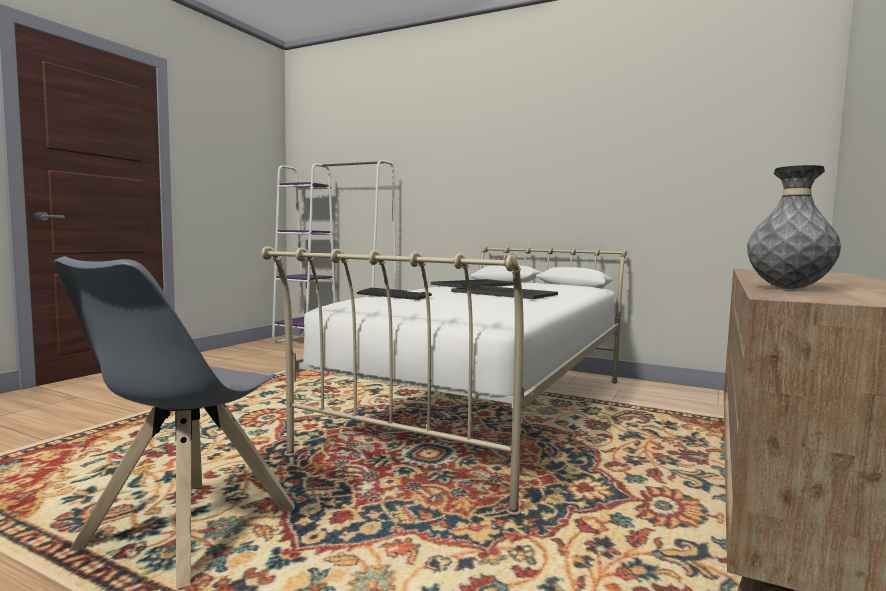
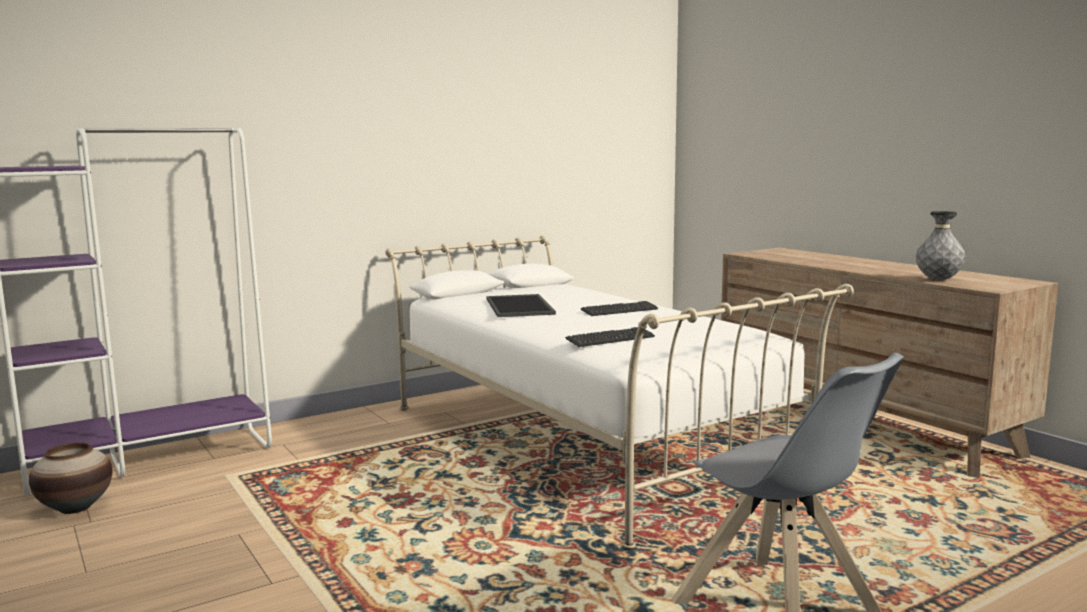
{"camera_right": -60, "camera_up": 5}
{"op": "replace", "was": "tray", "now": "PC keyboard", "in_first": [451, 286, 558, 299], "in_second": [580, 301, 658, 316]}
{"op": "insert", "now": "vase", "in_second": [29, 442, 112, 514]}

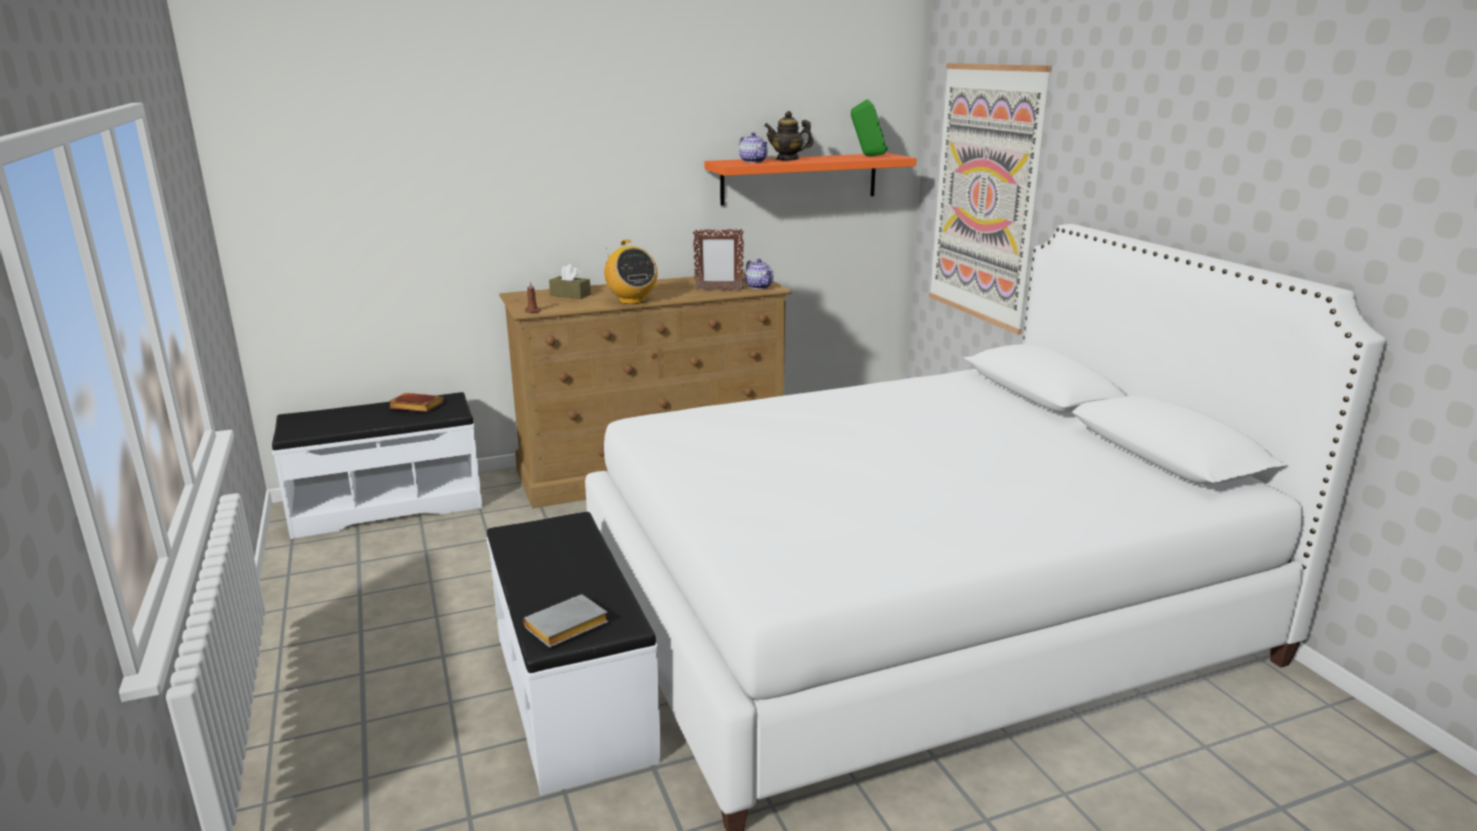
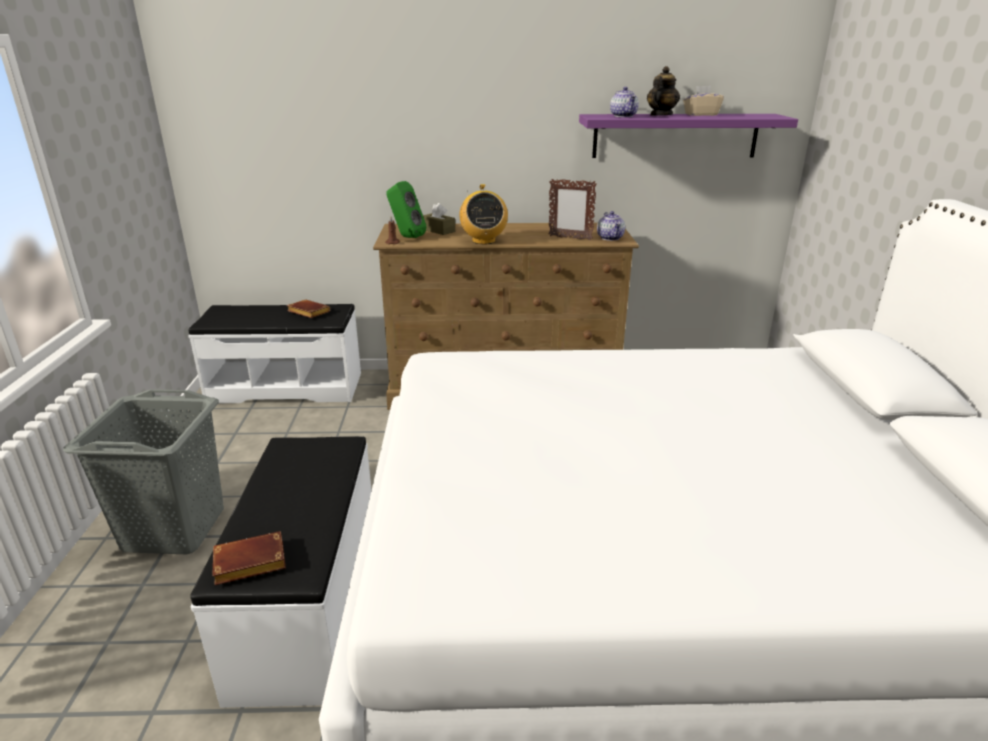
{"camera_right": 20, "camera_up": 5}
{"op": "delete", "was": "wall picture", "in_first": [929, 63, 1052, 335]}
{"op": "move", "was": "greenish audio speaker", "in_first": [851, 99, 888, 156], "in_second": [386, 181, 427, 238]}
{"op": "rotate", "was": "teapot", "in_first": [764, 111, 814, 161], "in_second": [647, 66, 680, 116], "clockwise": 90}
{"op": "recolor", "was": "orange shelf", "now": "purple shelf", "in_first": [705, 153, 917, 206], "in_second": [579, 114, 798, 158]}
{"op": "recolor", "was": "grey book", "now": "brownish book", "in_first": [523, 594, 608, 648], "in_second": [212, 531, 286, 585]}
{"op": "insert", "now": "beige-coloured tissue box", "in_second": [683, 86, 724, 116]}
{"op": "insert", "now": "grey hamper", "in_second": [63, 389, 224, 554]}

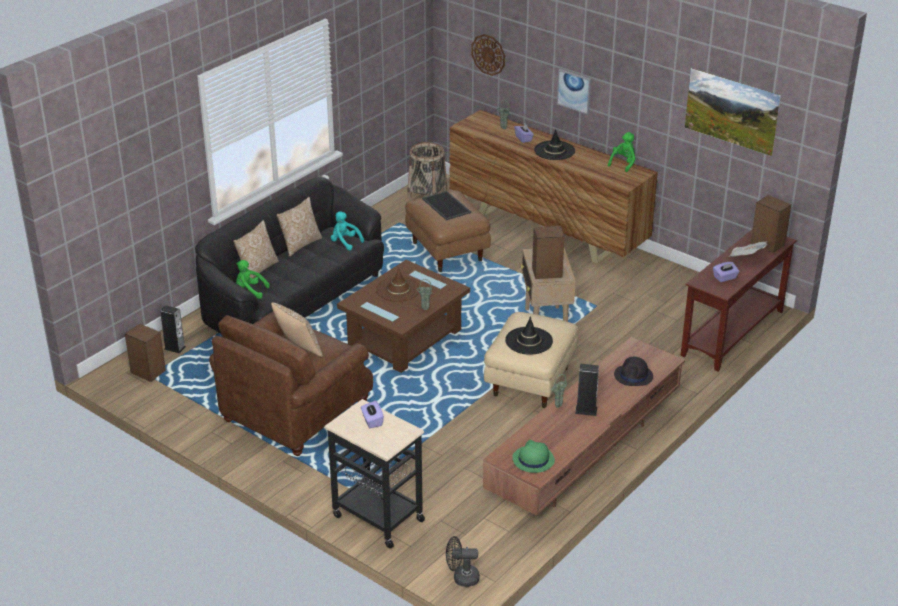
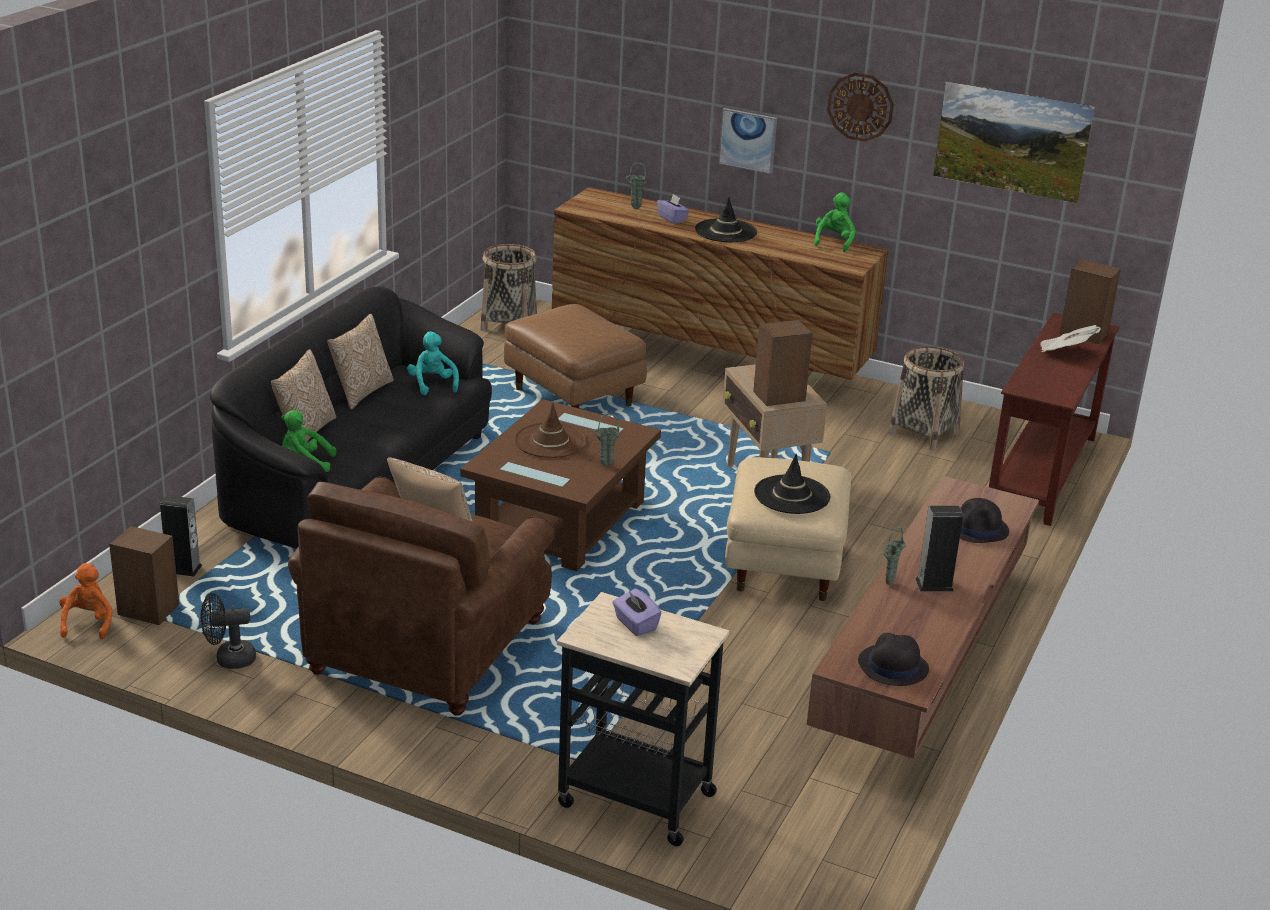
{"camera_right": -15, "camera_up": -5}
{"op": "move", "was": "wall clock", "in_first": [471, 34, 505, 76], "in_second": [827, 72, 894, 142]}
{"op": "delete", "was": "tray", "in_first": [422, 191, 471, 220]}
{"op": "rotate", "was": "turquoise-coloured plush toy", "in_first": [331, 211, 364, 250], "in_second": [407, 332, 459, 395], "clockwise": 45}
{"op": "delete", "was": "purple tissue box", "in_first": [713, 262, 739, 282]}
{"op": "recolor", "was": "greenish hat", "now": "blackish hat", "in_first": [512, 440, 555, 473], "in_second": [858, 633, 929, 686]}
{"op": "move", "was": "blackish electric fan", "in_first": [446, 536, 480, 587], "in_second": [201, 593, 256, 669]}
{"op": "insert", "now": "household basket", "in_second": [888, 346, 964, 451]}
{"op": "insert", "now": "orange plush toy", "in_second": [59, 563, 112, 639]}

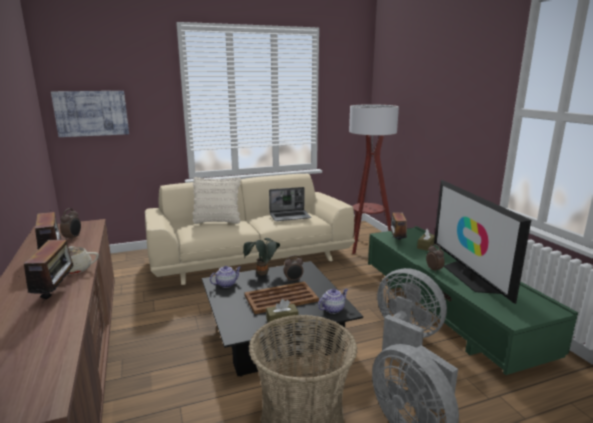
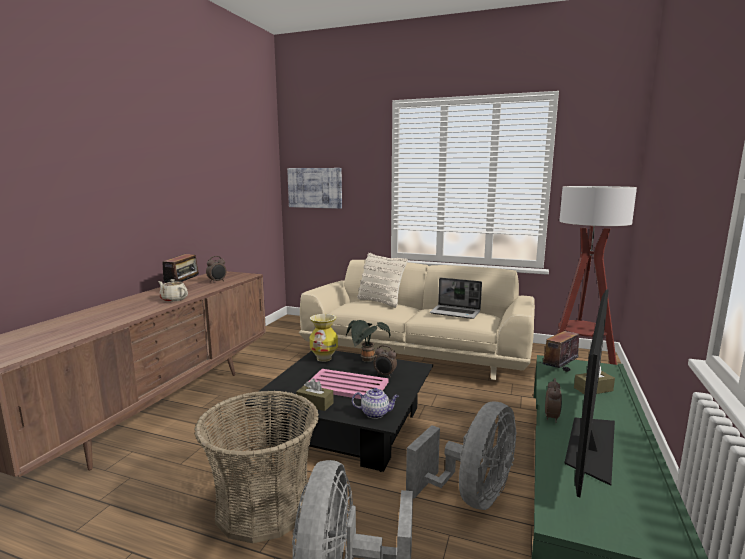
{"camera_right": 40, "camera_up": -5}
{"op": "delete", "was": "radio set", "in_first": [24, 240, 73, 303]}
{"op": "replace", "was": "teapot", "now": "vase", "in_first": [210, 266, 241, 288], "in_second": [310, 314, 338, 362]}
{"op": "rotate", "was": "grey electric fan", "in_first": [377, 268, 447, 364], "in_second": [406, 401, 516, 510], "clockwise": 45}
{"op": "recolor", "was": "brownish tray", "now": "pinkish tray", "in_first": [244, 281, 319, 314], "in_second": [308, 369, 389, 399]}

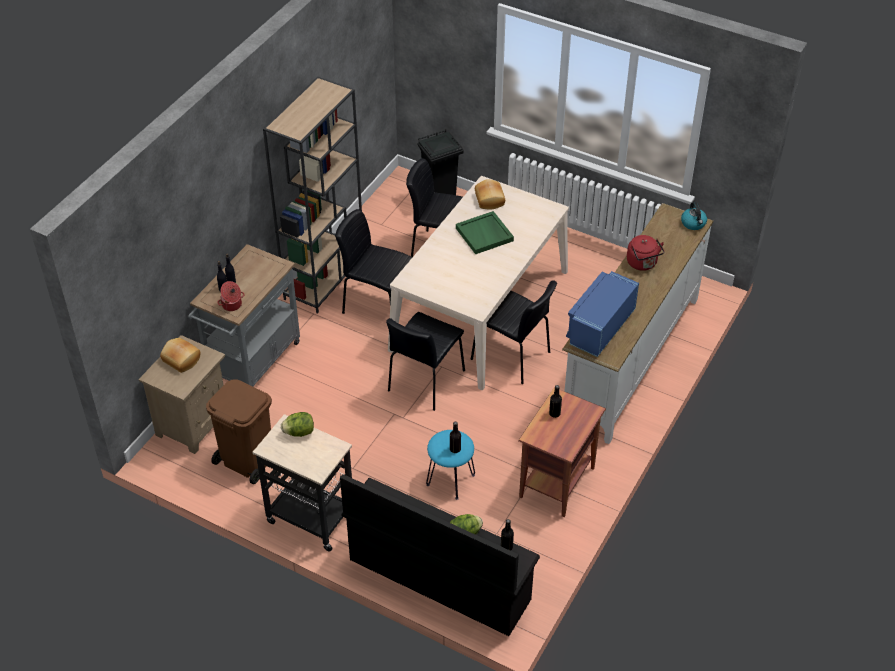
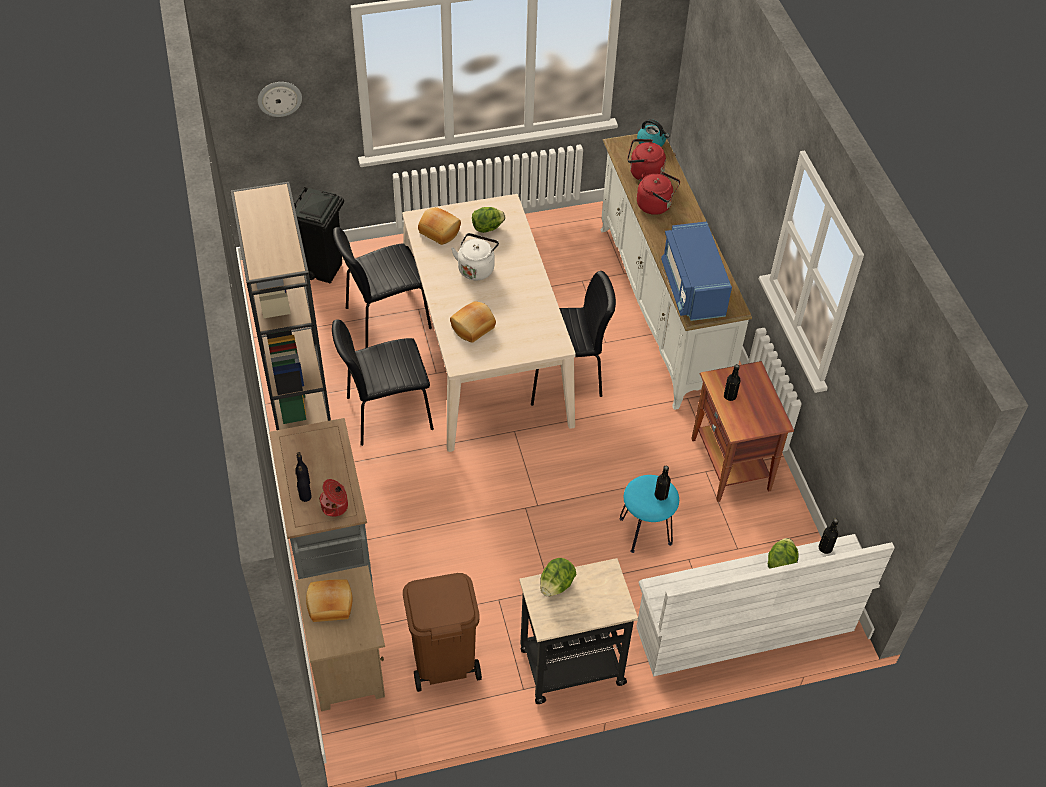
{"camera_right": -45, "camera_up": 5}
{"op": "replace", "was": "greenish tray", "now": "white-coloured tea kettle", "in_first": [456, 211, 514, 254], "in_second": [451, 233, 499, 280]}
{"op": "delete", "was": "blackish upright chair", "in_first": [386, 312, 465, 411]}
{"op": "recolor", "was": "blackish dresser", "now": "white-coloured dresser", "in_first": [340, 474, 540, 636], "in_second": [636, 534, 895, 677]}
{"op": "insert", "now": "wall clock", "in_second": [258, 82, 302, 117]}
{"op": "insert", "now": "red tea kettle", "in_second": [627, 139, 666, 181]}
{"op": "insert", "now": "lettuce", "in_second": [472, 207, 505, 233]}
{"op": "insert", "now": "bakery bread", "in_second": [450, 301, 496, 343]}

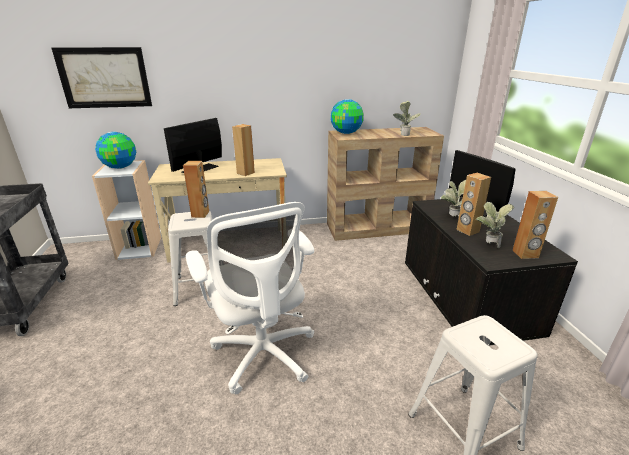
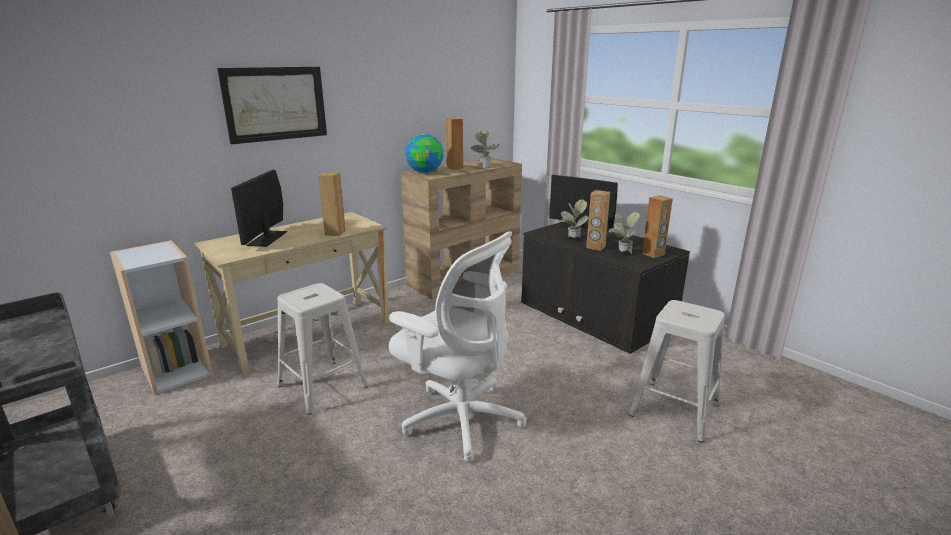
{"camera_right": -30, "camera_up": -5}
{"op": "move", "was": "wall picture", "in_first": [52, 47, 152, 108], "in_second": [217, 67, 327, 144]}
{"op": "delete", "was": "globe", "in_first": [95, 132, 136, 169]}
{"op": "move", "was": "brownish audio speaker", "in_first": [183, 161, 209, 218], "in_second": [446, 118, 463, 170]}

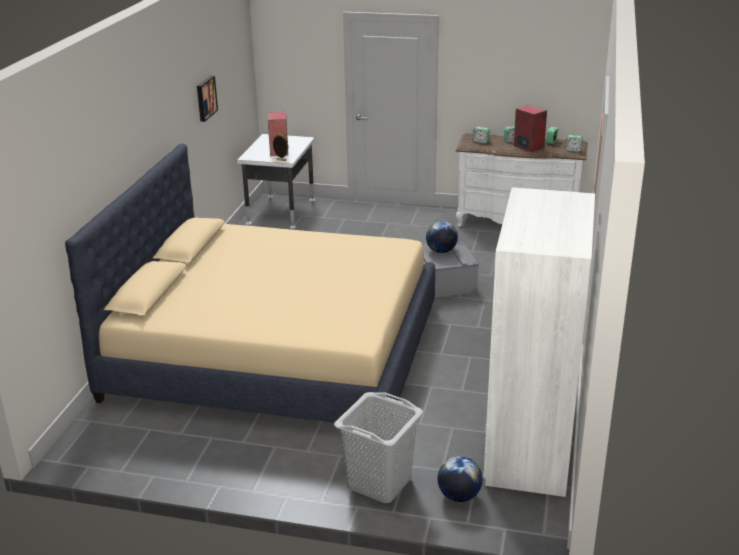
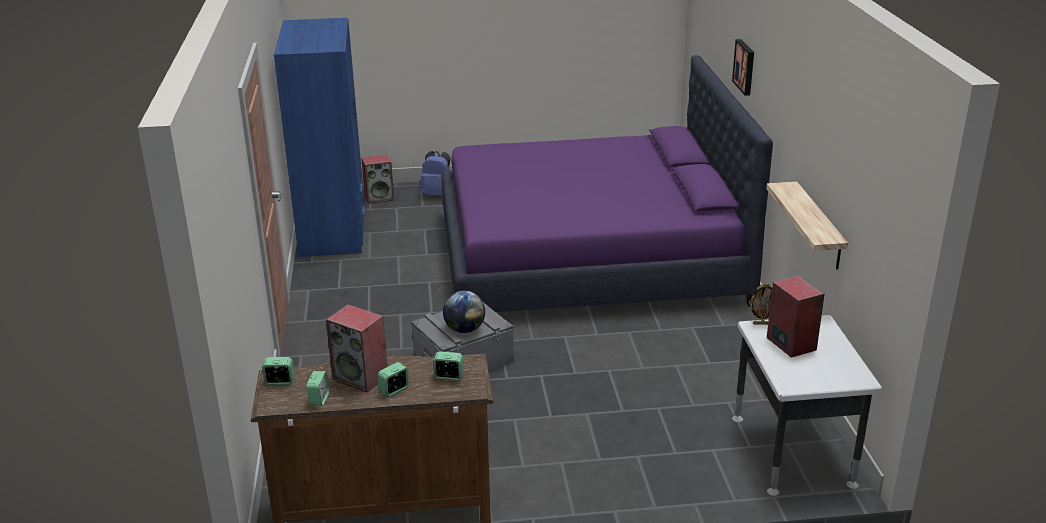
{"camera_right": 160, "camera_up": 0}
{"op": "move", "was": "wall picture", "in_first": [197, 76, 218, 122], "in_second": [732, 39, 754, 96]}
{"op": "recolor", "was": "beige-coloured bed", "now": "purple bed", "in_first": [65, 144, 435, 423], "in_second": [441, 55, 773, 312]}
{"op": "recolor", "was": "white-coloured wardrobe", "now": "blue wardrobe", "in_first": [483, 187, 595, 497], "in_second": [274, 18, 365, 257]}
{"op": "replace", "was": "grey hamper", "now": "blue rucksack", "in_first": [334, 392, 423, 503], "in_second": [419, 151, 450, 196]}
{"op": "replace", "was": "globe", "now": "audio speaker", "in_first": [438, 456, 482, 502], "in_second": [361, 155, 394, 204]}
{"op": "insert", "now": "shelf", "in_second": [766, 182, 848, 270]}

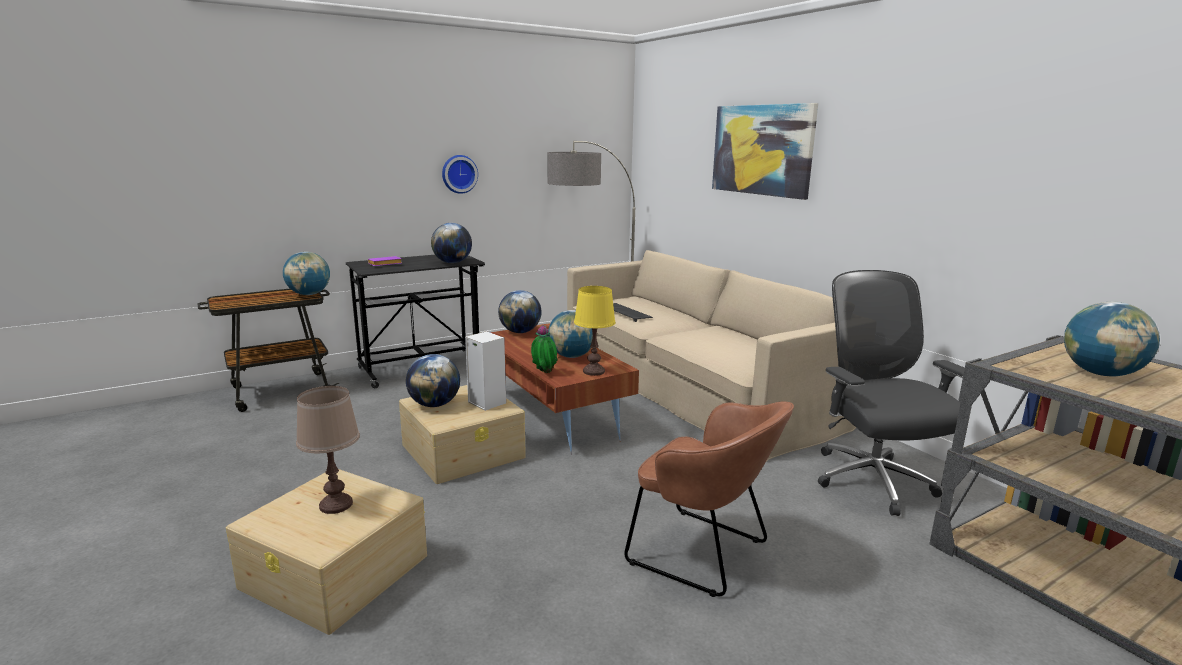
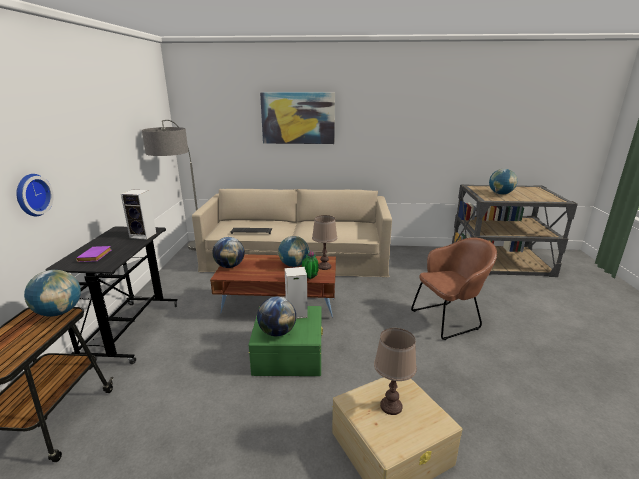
{"camera_right": -55, "camera_up": 5}
{"op": "move", "was": "wall clock", "in_first": [442, 155, 478, 194], "in_second": [16, 174, 54, 216]}
{"op": "replace", "was": "globe", "now": "audio speaker", "in_first": [431, 223, 472, 263], "in_second": [121, 190, 156, 240]}
{"op": "delete", "was": "computer chair", "in_first": [818, 270, 965, 516]}
{"op": "recolor", "was": "yellow lamp for a table", "now": "brownish lamp for a table", "in_first": [574, 286, 615, 376], "in_second": [312, 215, 337, 270]}
{"op": "recolor", "was": "beige-coloured storage box", "now": "greenish storage box", "in_first": [399, 385, 526, 484], "in_second": [249, 306, 323, 376]}

